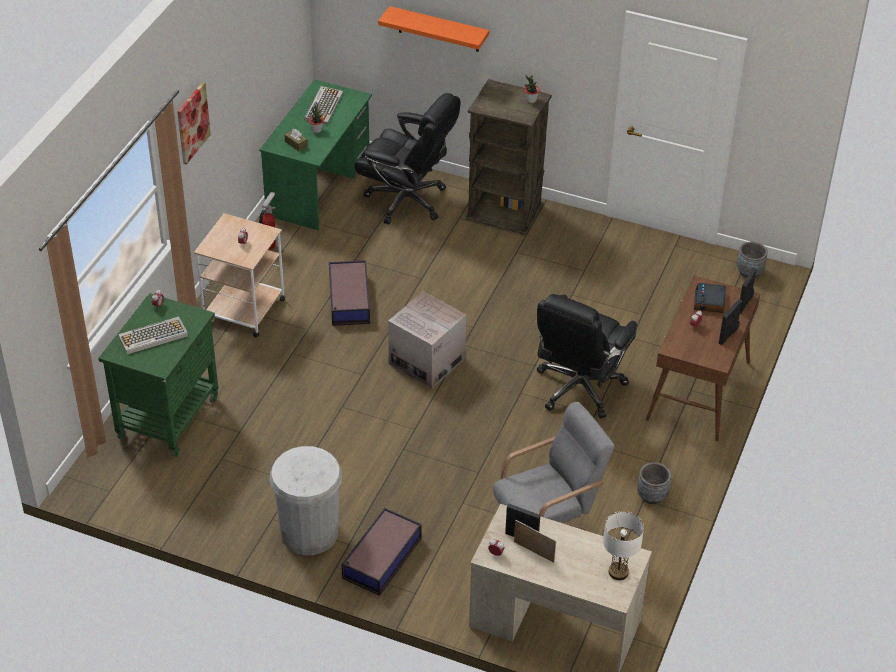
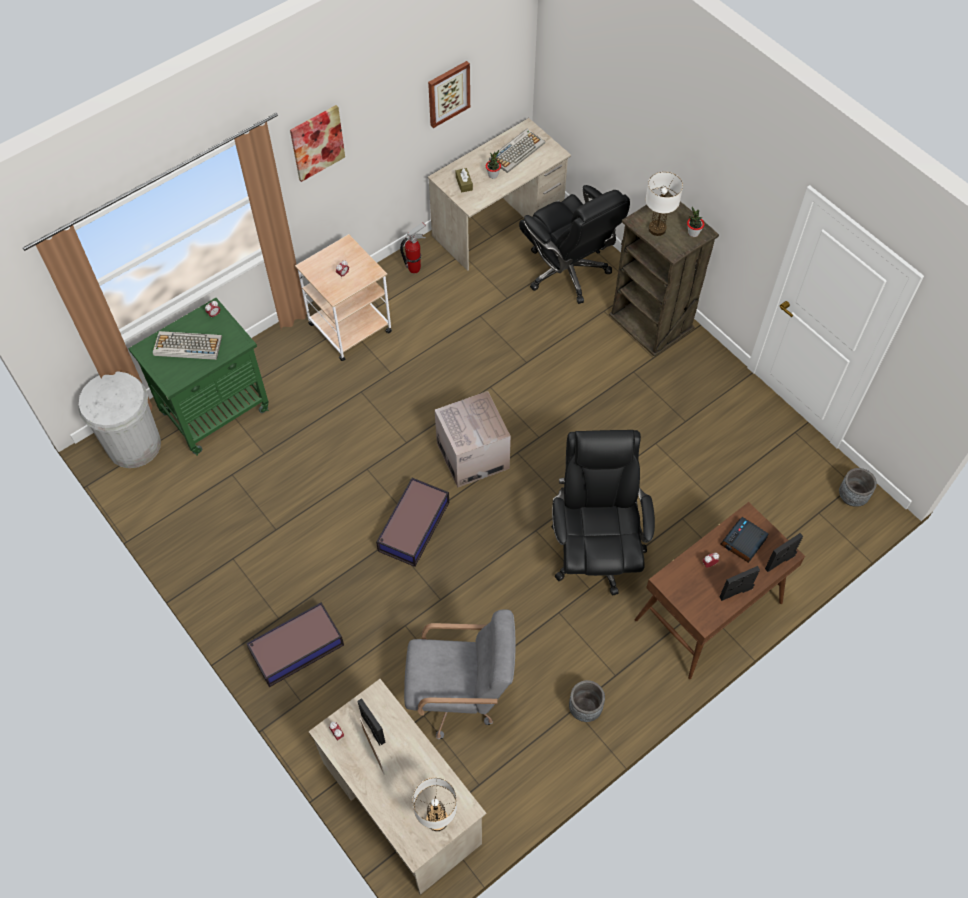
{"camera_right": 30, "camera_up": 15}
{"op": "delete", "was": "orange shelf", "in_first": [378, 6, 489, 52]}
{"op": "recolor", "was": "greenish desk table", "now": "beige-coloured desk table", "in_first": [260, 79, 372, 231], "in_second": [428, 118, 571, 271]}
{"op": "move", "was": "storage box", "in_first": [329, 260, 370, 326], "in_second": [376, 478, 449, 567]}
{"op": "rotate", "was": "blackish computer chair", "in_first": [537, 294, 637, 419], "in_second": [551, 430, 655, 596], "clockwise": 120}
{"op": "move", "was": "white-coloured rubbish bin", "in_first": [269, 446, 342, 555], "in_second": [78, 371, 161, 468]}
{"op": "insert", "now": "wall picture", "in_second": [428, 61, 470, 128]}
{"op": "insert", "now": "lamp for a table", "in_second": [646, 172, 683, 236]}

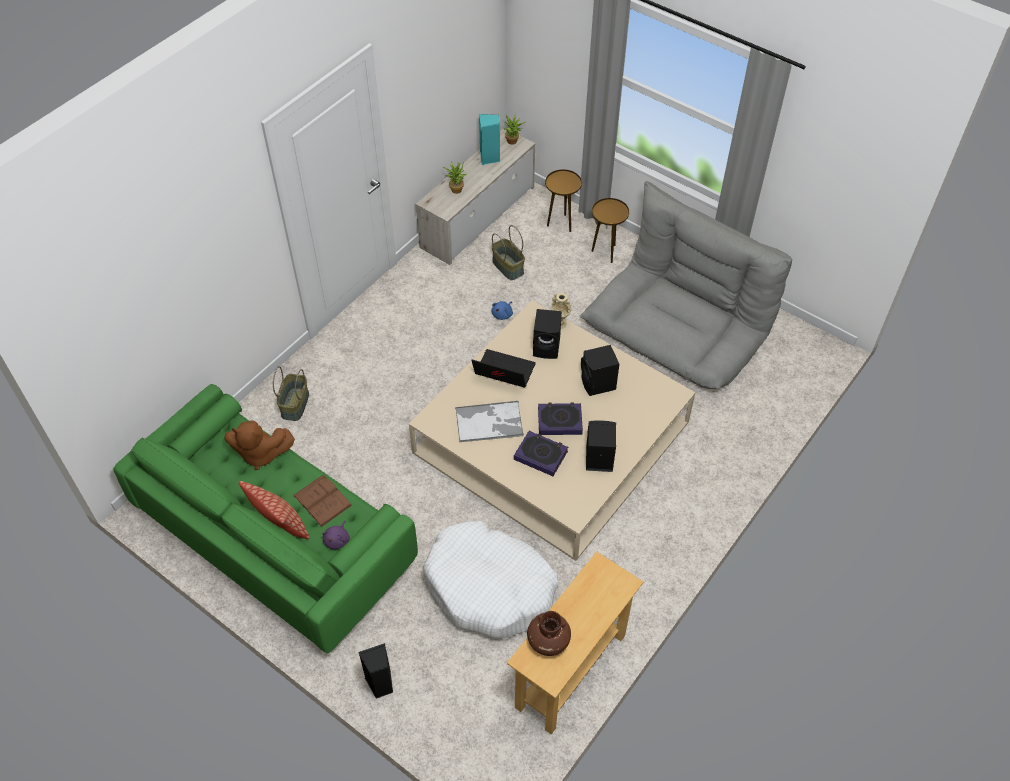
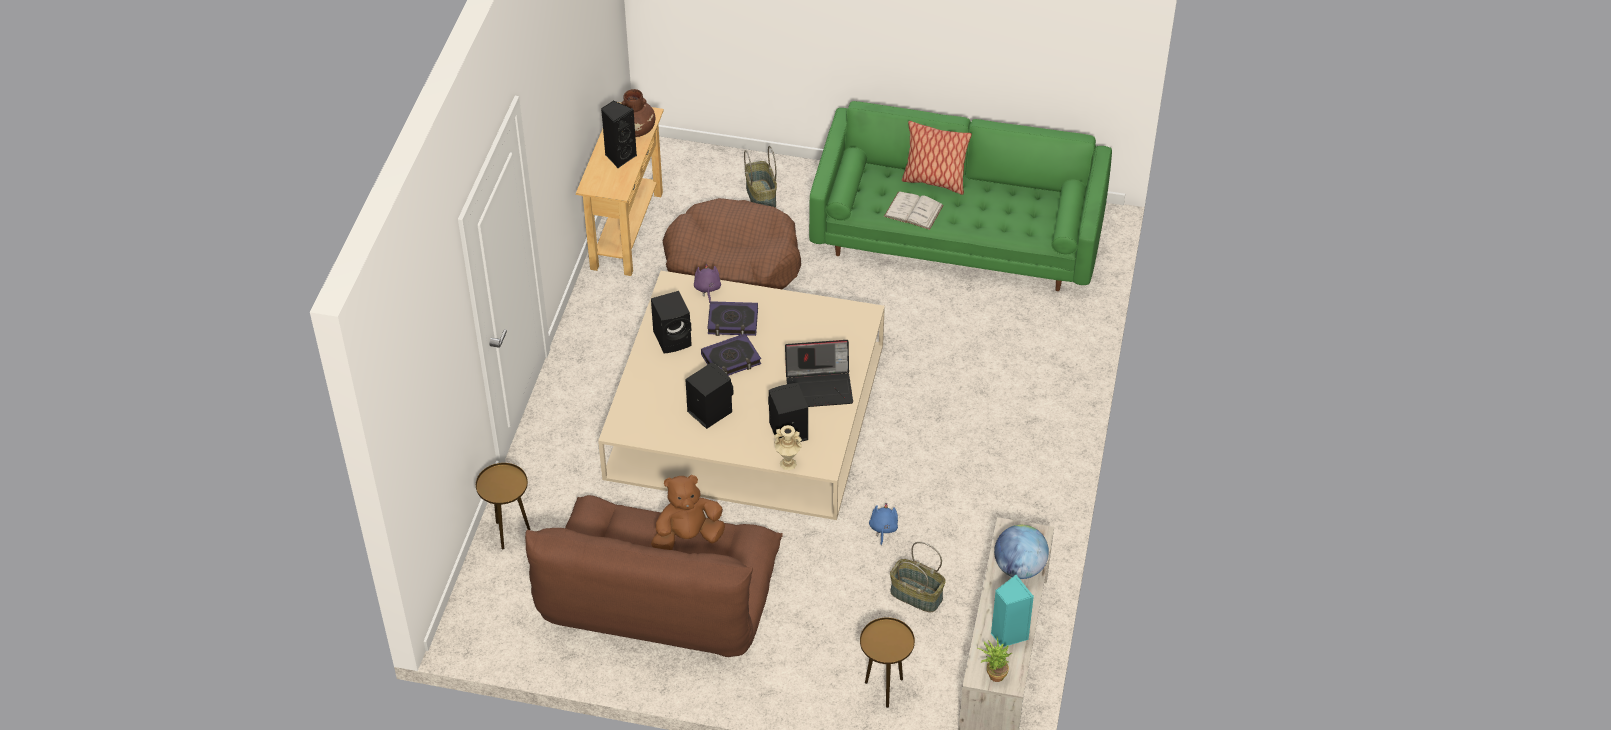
{"camera_right": 155, "camera_up": -5}
{"op": "replace", "was": "houseplant", "now": "globe", "in_first": [443, 162, 467, 194], "in_second": [994, 525, 1049, 579]}
{"op": "recolor", "was": "grey settee", "now": "brownish settee", "in_first": [580, 181, 792, 389], "in_second": [525, 495, 783, 657]}
{"op": "move", "was": "brownish end table", "in_first": [592, 198, 629, 263], "in_second": [476, 463, 531, 549]}
{"op": "move", "was": "household basket", "in_first": [273, 366, 309, 421], "in_second": [744, 146, 777, 207]}
{"op": "delete", "was": "tray", "in_first": [455, 401, 524, 442]}
{"op": "move", "was": "brownish plush toy", "in_first": [224, 420, 295, 470], "in_second": [651, 475, 725, 550]}
{"op": "recolor", "was": "brownish book", "now": "white-coloured book", "in_first": [293, 474, 352, 527], "in_second": [884, 191, 944, 230]}
{"op": "move", "was": "purple plush toy", "in_first": [322, 521, 350, 550], "in_second": [694, 264, 721, 303]}
{"op": "recolor", "was": "white-coloured dog bed", "now": "brownish dog bed", "in_first": [423, 521, 559, 639], "in_second": [663, 198, 801, 289]}
{"op": "move", "was": "blackish audio speaker", "in_first": [358, 643, 393, 699], "in_second": [601, 100, 637, 168]}

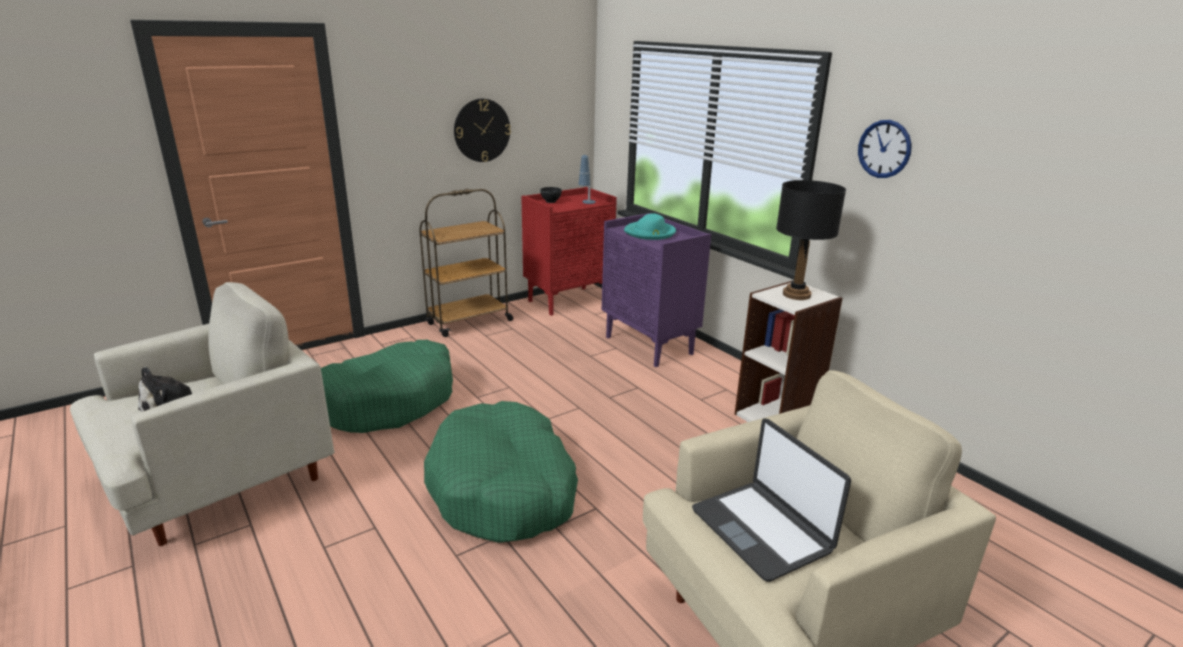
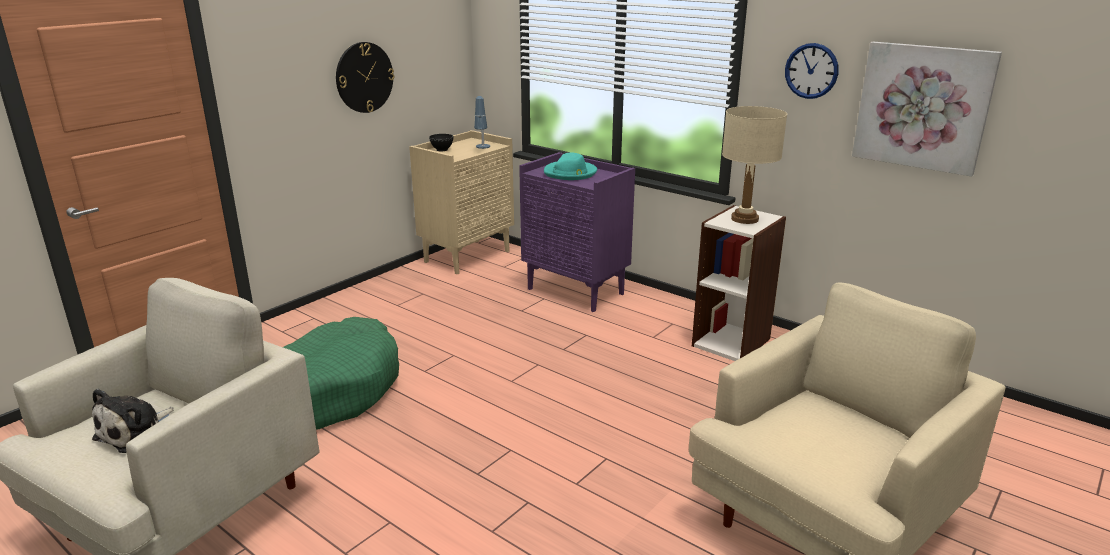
{"camera_right": -15, "camera_up": 0}
{"op": "recolor", "was": "blackish lamp for a table", "now": "beige-coloured lamp for a table", "in_first": [776, 180, 846, 300], "in_second": [722, 106, 787, 224]}
{"op": "recolor", "was": "red storage cabinet", "now": "beige-coloured storage cabinet", "in_first": [521, 187, 617, 316], "in_second": [409, 130, 514, 274]}
{"op": "delete", "was": "brownish trolley", "in_first": [420, 189, 513, 337]}
{"op": "delete", "was": "greenish dog bed", "in_first": [424, 401, 578, 543]}
{"op": "delete", "was": "laptop", "in_first": [692, 418, 851, 582]}
{"op": "insert", "now": "wall picture", "in_second": [852, 42, 1002, 177]}

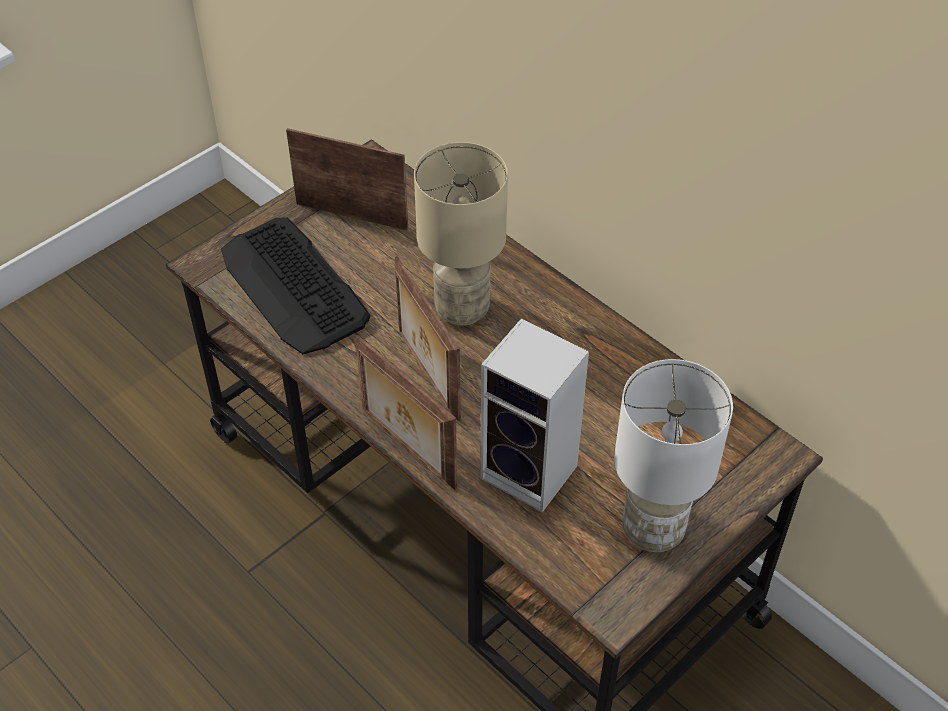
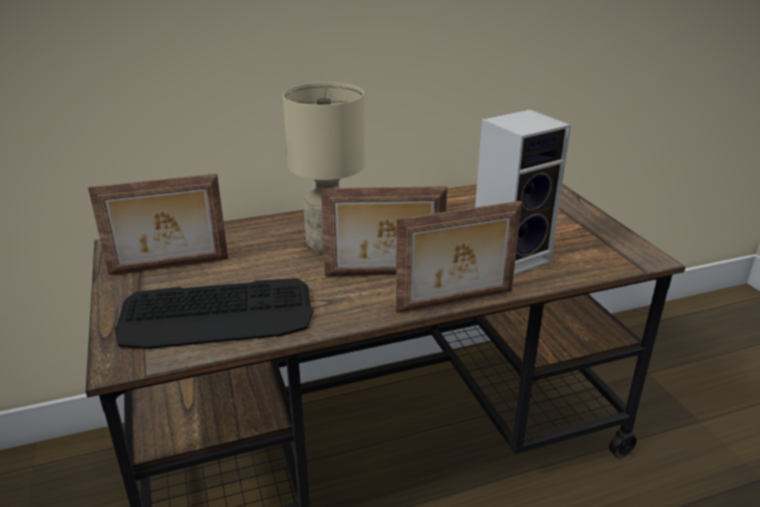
{"camera_right": -65, "camera_up": -20}
{"op": "rotate", "was": "photo frame", "in_first": [286, 128, 408, 231], "in_second": [88, 174, 228, 275], "clockwise": -150}
{"op": "delete", "was": "white-coloured lamp for a table", "in_first": [614, 359, 733, 552]}

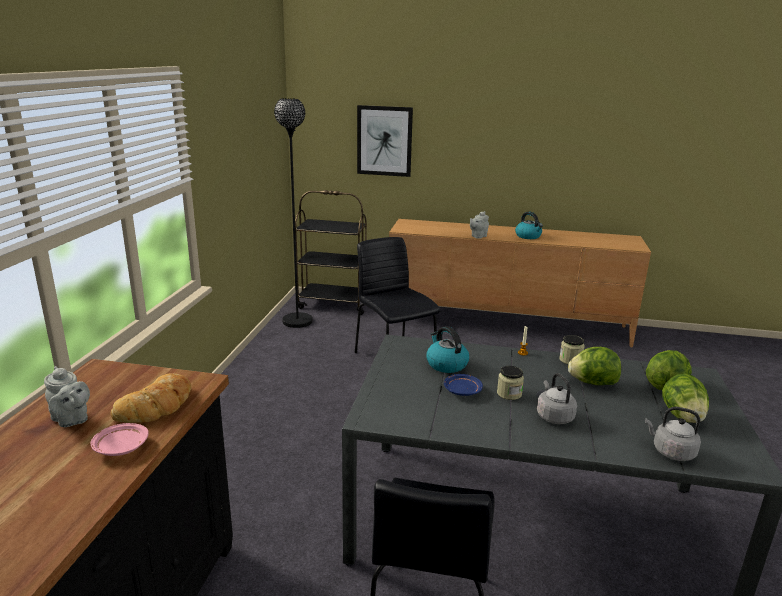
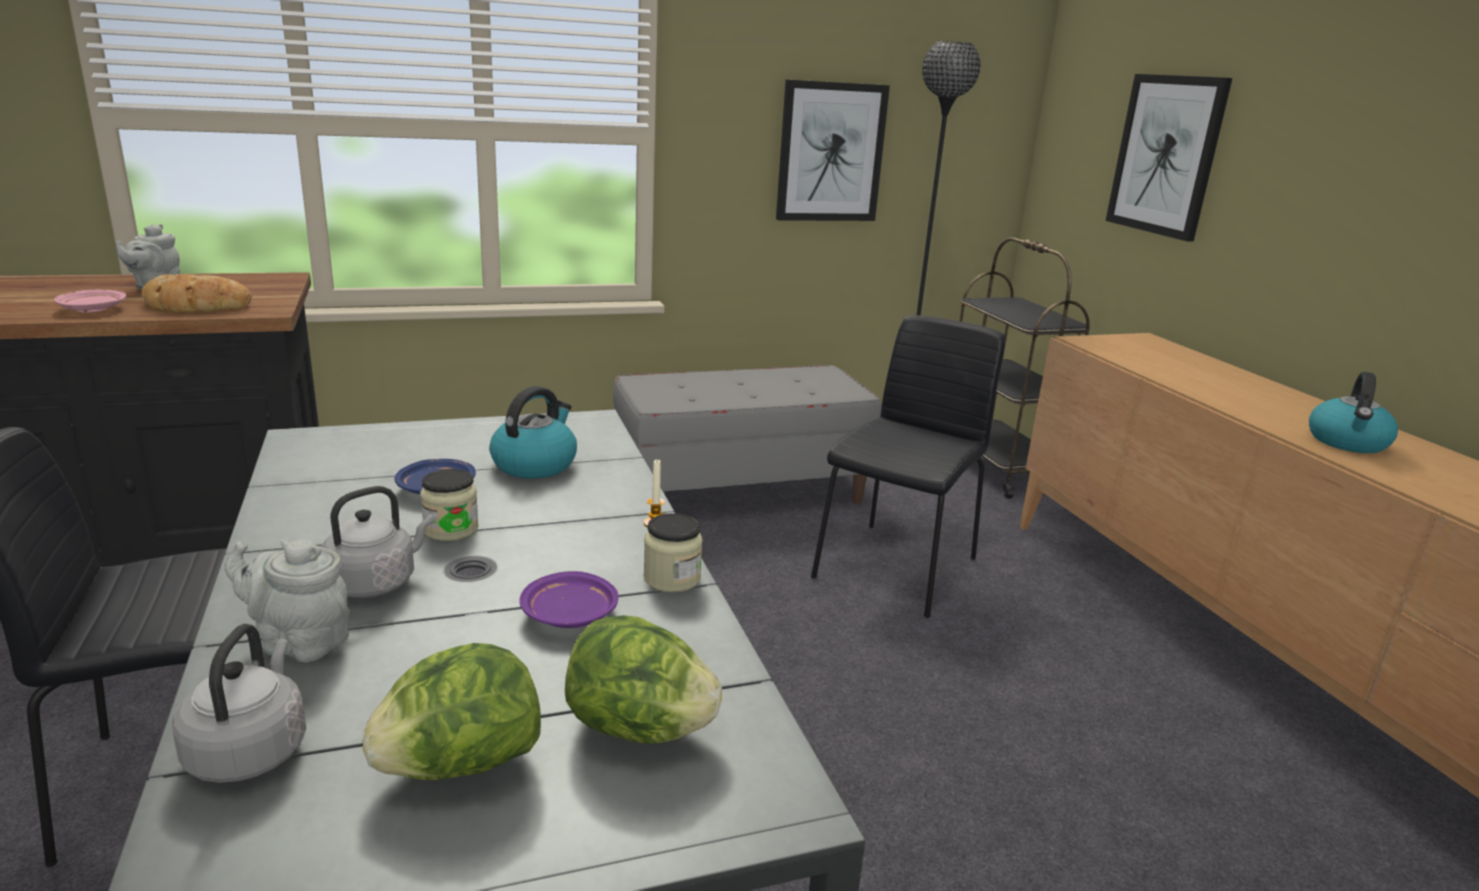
{"camera_right": 60, "camera_up": 0}
{"op": "move", "was": "grey teapot", "in_first": [470, 211, 489, 239], "in_second": [225, 539, 350, 662]}
{"op": "replace", "was": "lettuce", "now": "purple flat dish", "in_first": [568, 347, 621, 385], "in_second": [519, 571, 619, 628]}
{"op": "insert", "now": "wall picture", "in_second": [776, 80, 890, 221]}
{"op": "insert", "now": "grey bench", "in_second": [613, 365, 882, 504]}

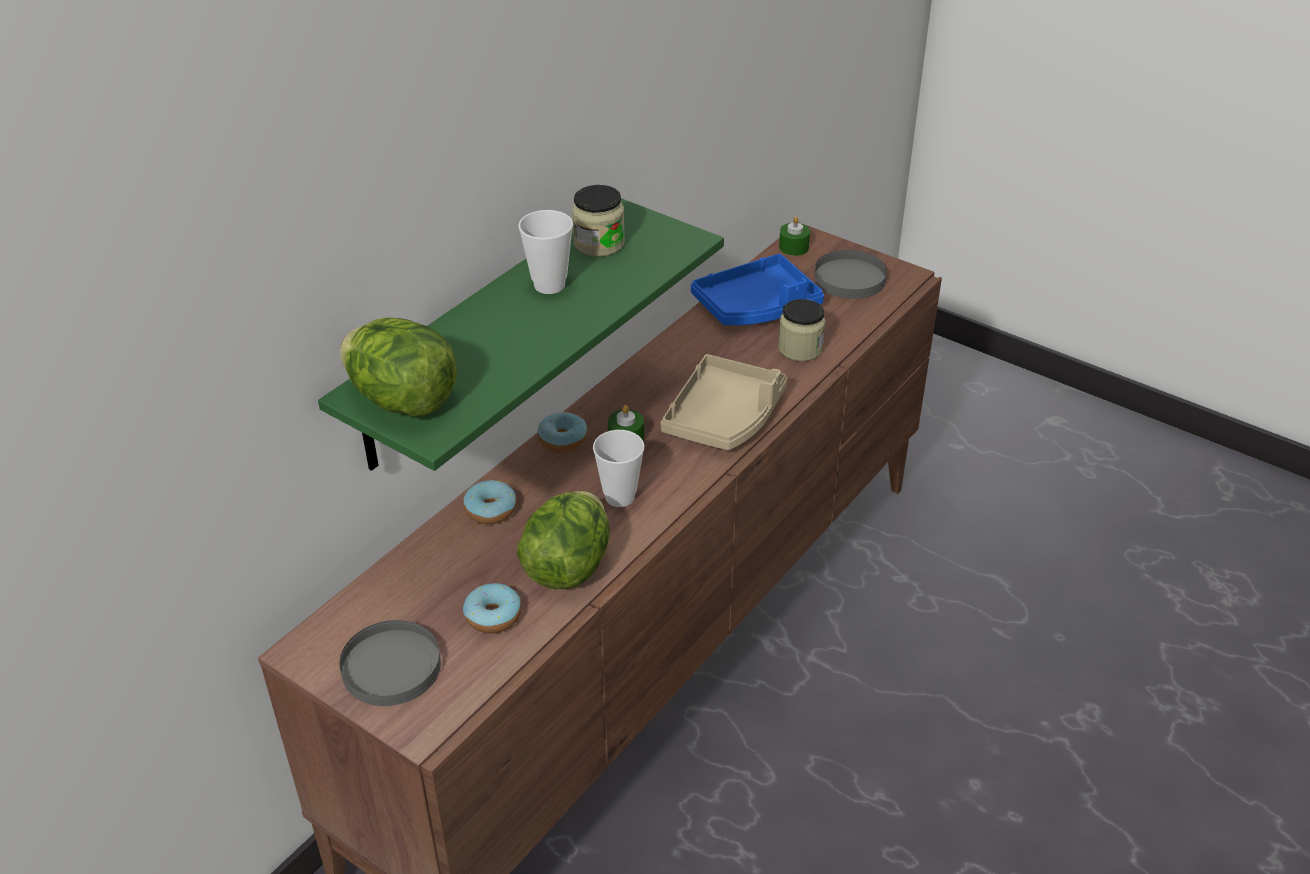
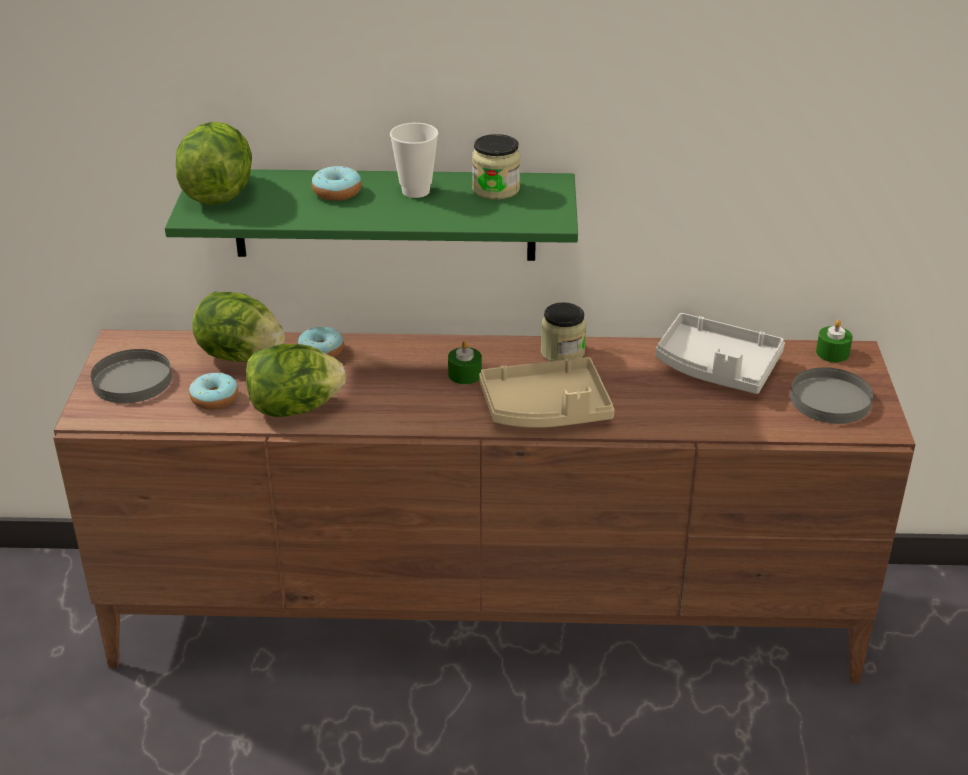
{"camera_right": 55, "camera_up": -5}
{"op": "recolor", "was": "blue tray", "now": "grey tray", "in_first": [691, 254, 824, 325], "in_second": [656, 313, 785, 394]}
{"op": "move", "was": "jar", "in_first": [778, 299, 825, 361], "in_second": [541, 302, 586, 361]}
{"op": "move", "was": "donut", "in_first": [537, 412, 588, 453], "in_second": [312, 166, 362, 201]}
{"op": "delete", "was": "drinking cup", "in_first": [593, 430, 645, 507]}
{"op": "insert", "now": "lettuce", "in_second": [192, 292, 285, 362]}

